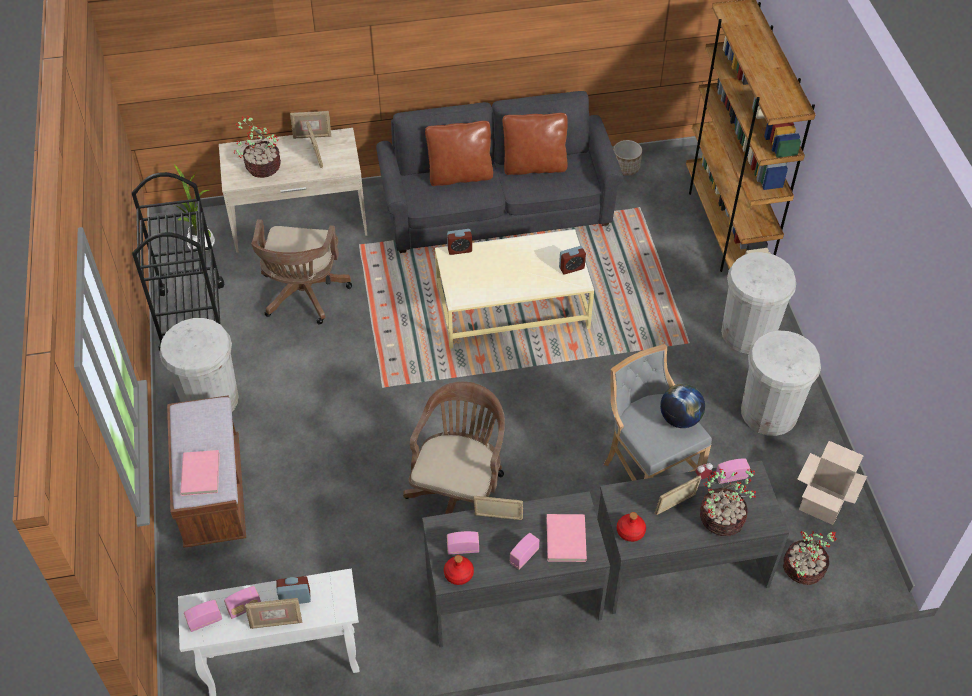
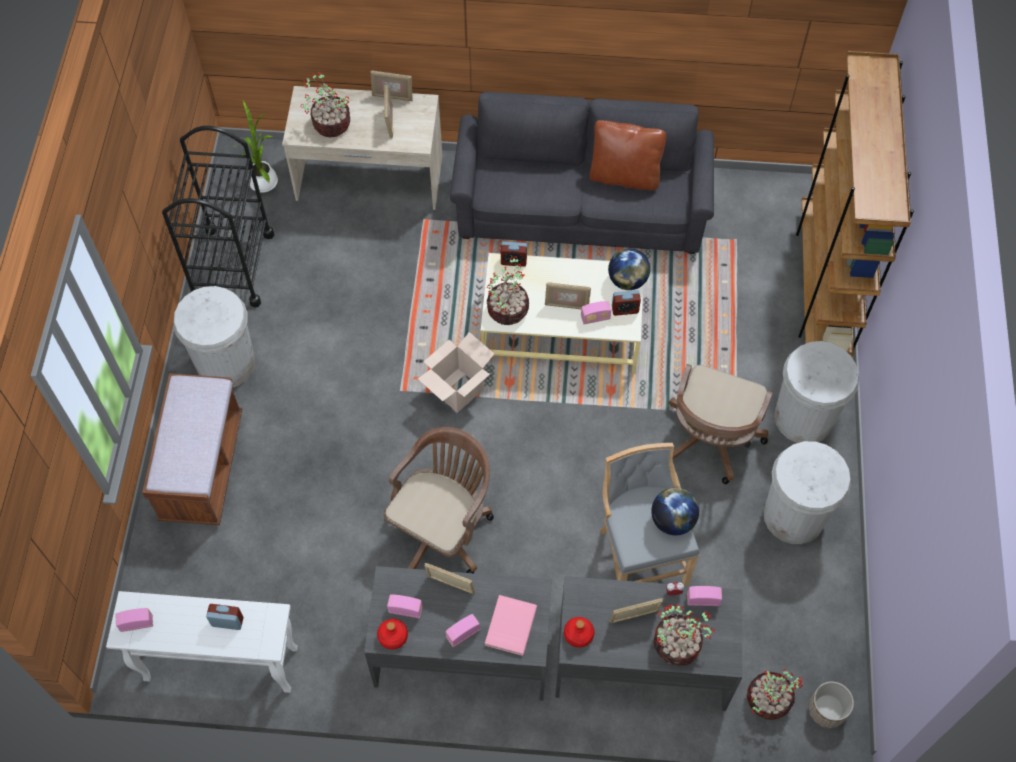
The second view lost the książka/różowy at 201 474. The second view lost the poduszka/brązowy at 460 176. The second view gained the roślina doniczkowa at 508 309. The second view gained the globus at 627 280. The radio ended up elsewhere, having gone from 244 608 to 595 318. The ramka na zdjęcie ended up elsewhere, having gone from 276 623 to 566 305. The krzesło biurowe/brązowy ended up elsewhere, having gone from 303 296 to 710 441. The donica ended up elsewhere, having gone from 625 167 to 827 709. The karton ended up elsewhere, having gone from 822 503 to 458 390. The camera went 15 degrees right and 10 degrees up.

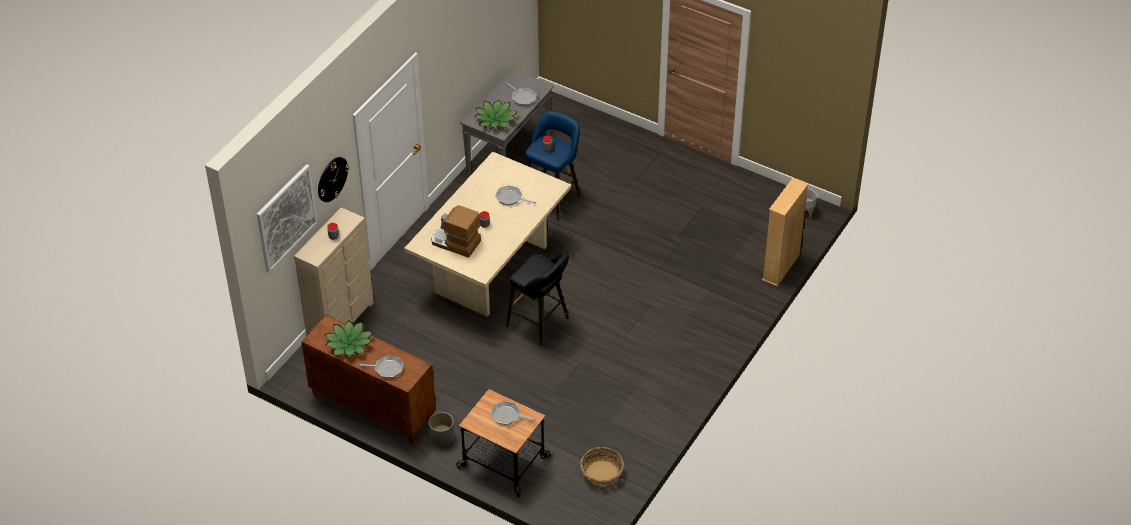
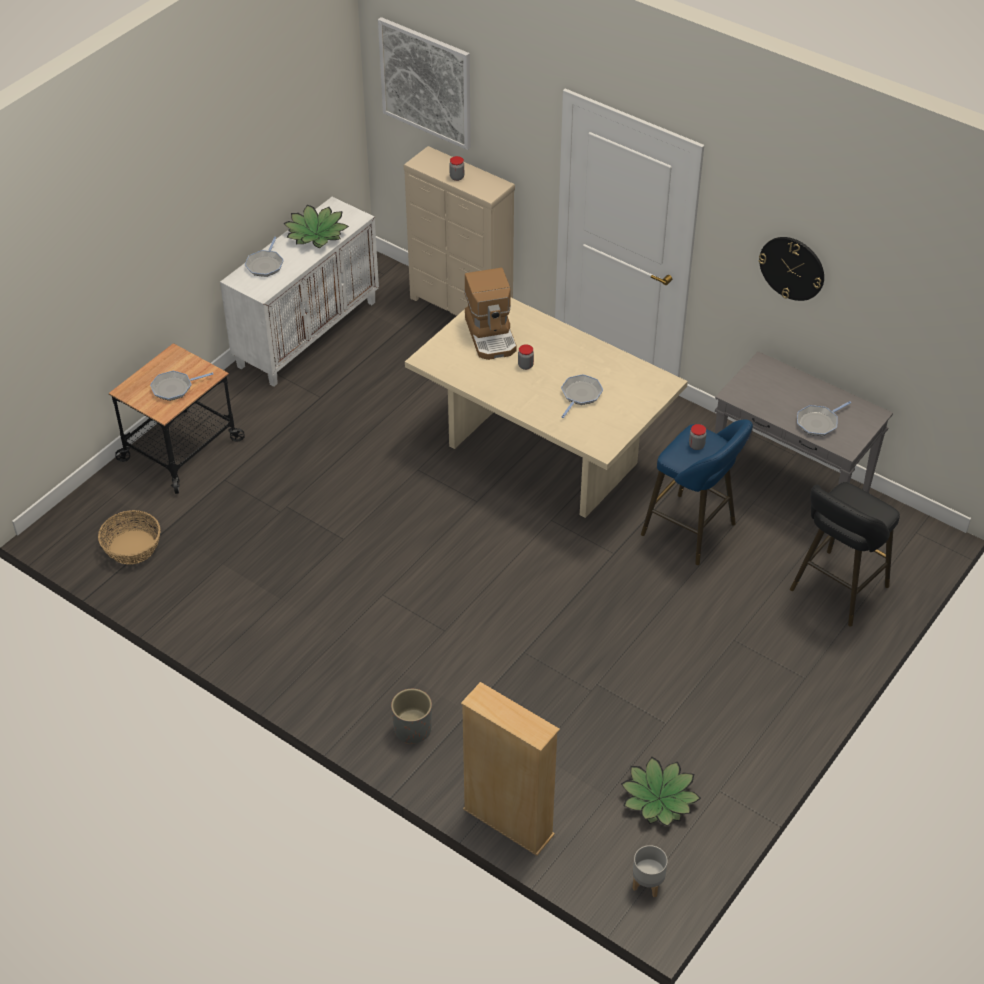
The zegar ścienny ended up elsewhere, having gone from 332 179 to 792 268. The donica/szary ended up elsewhere, having gone from 442 438 to 412 729. The roślina doniczkowa ended up elsewhere, having gone from 495 119 to 659 798. The stołek/czarny ended up elsewhere, having gone from 540 324 to 836 591. What was the szafka/brązowy at 371 407 turned into the szafka/biały at 307 333. The ekspres do kawy at 455 243 ended up facing another way, 135 degrees clockwise from before. The patelnia at 507 416 ended up facing another way, 135 degrees counterclockwise from before. The camera went 95 degrees right and 0 degrees up.

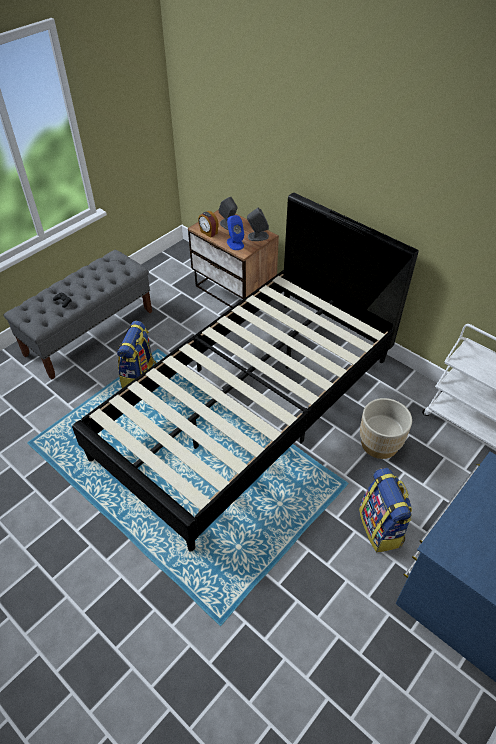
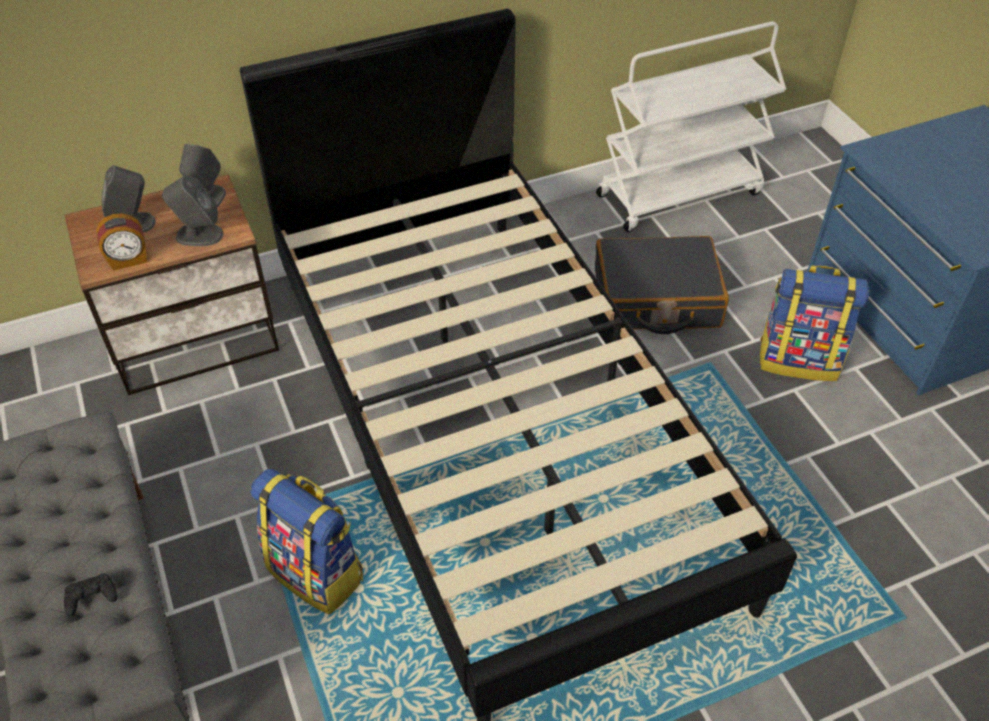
Where the donica/beżowy stood at 379 443, the walizka/czarny came to stand at 656 299. What was the głośnik/niebieski at 235 243 turned into the głośnik/szary at 198 235. The camera went 65 degrees left and 0 degrees up.

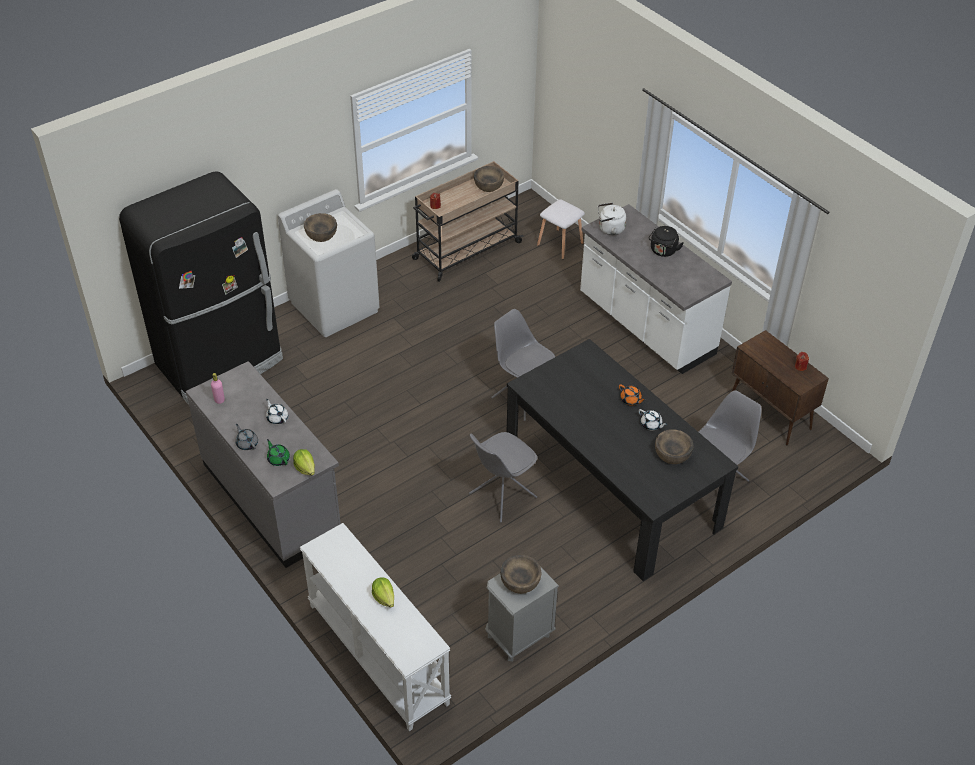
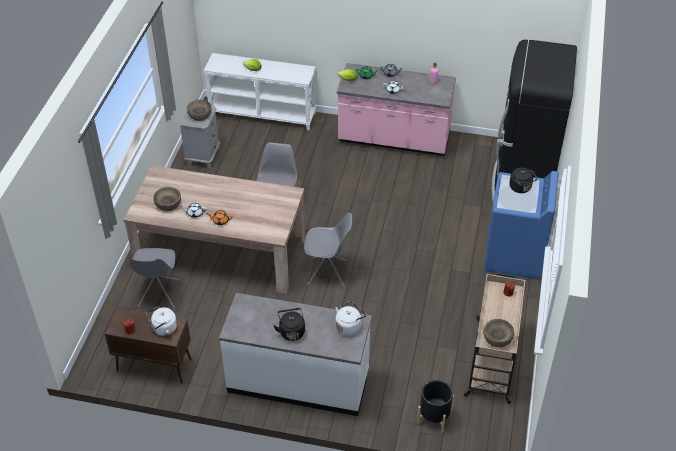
The second view gained the czajnik/biały at 163 329. Where the miska/brązowy stood at 321 234, the czajnik/czarny came to stand at 521 188. Where the stołek/biały stood at 561 244, the donica/czarny came to stand at 434 417. What was the zabudowa kuchenna/szary at 272 498 turned into the zabudowa kuchenna/różowy at 394 140. What was the pralka/biały at 335 306 turned into the pralka/niebieski at 514 256. What was the stół jadalny/czarny at 611 486 turned into the stół jadalny/beżowy at 221 252. The camera went 140 degrees right and 0 degrees up.

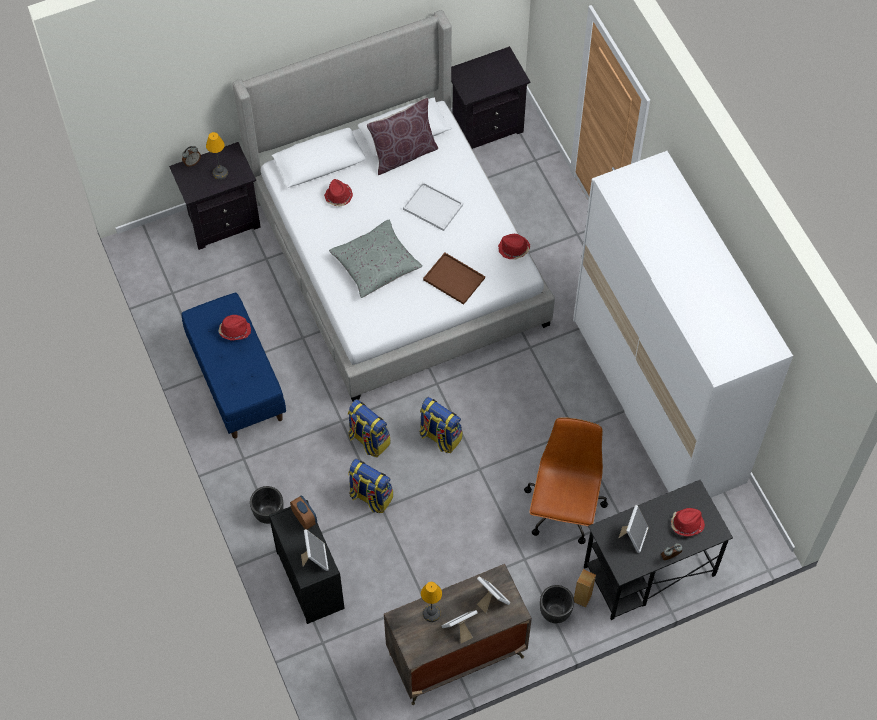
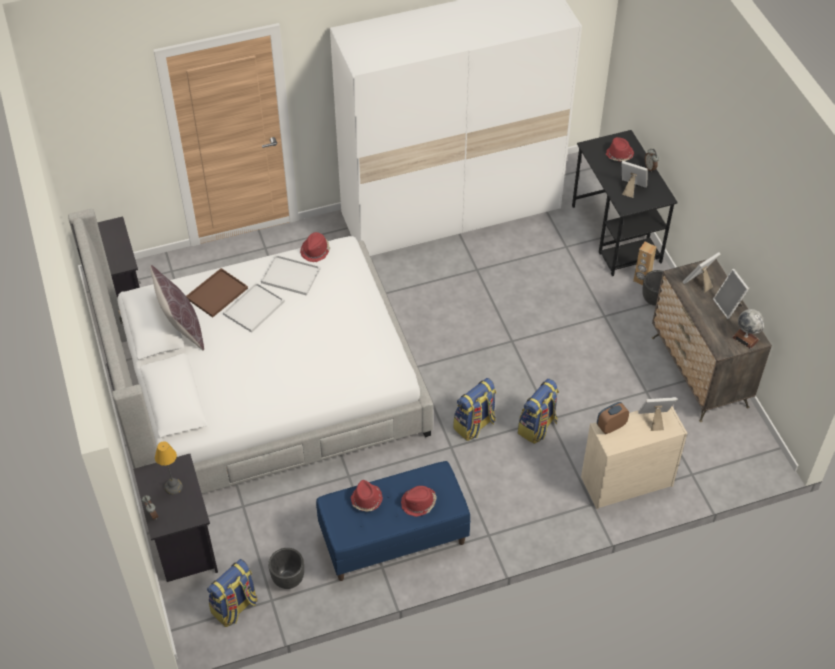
The second view lost the poduszka/szary at 375 265. The second view lost the lampa stołowa at 431 613. The second view lost the krzesło biurowe/brązowy at 564 509. The second view gained the taca/biały at 292 275. The second view gained the globus at 745 338. The donica/czarny ended up elsewhere, having gone from 268 513 to 288 579. The kapelusz/czerwony ended up elsewhere, having gone from 338 197 to 418 503. The plecak ended up elsewhere, having gone from 439 436 to 235 607. The taca/brązowy ended up elsewhere, having gone from 452 279 to 216 294. What was the komoda/czarny at 309 579 turned into the komoda/beżowy at 625 482. The camera went 85 degrees left and 10 degrees down.

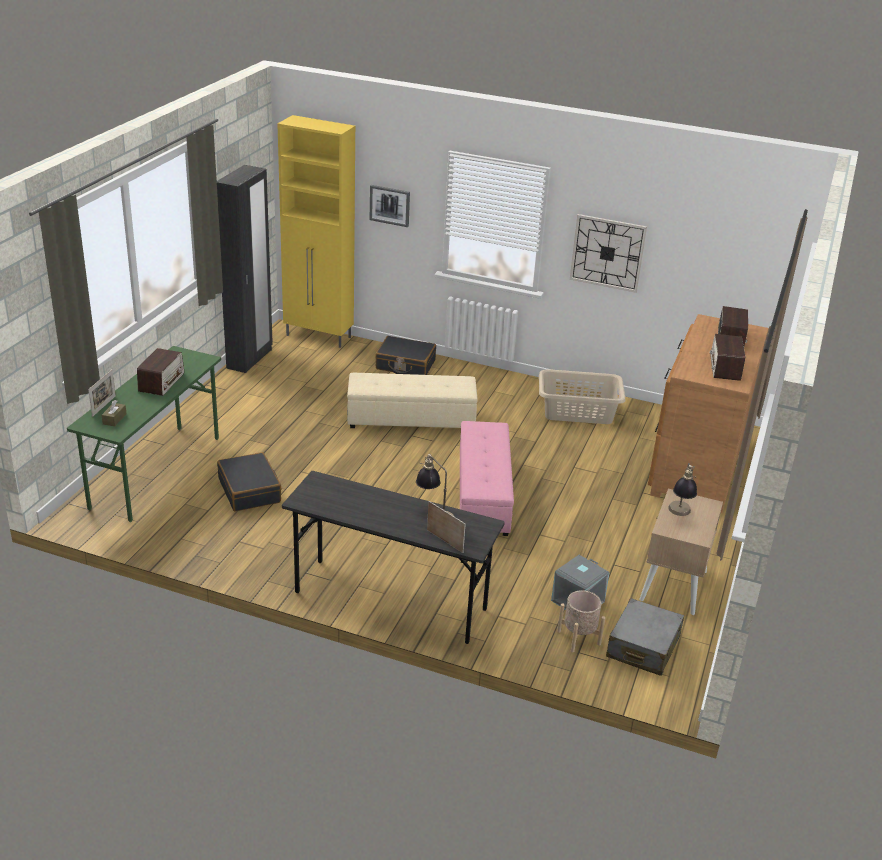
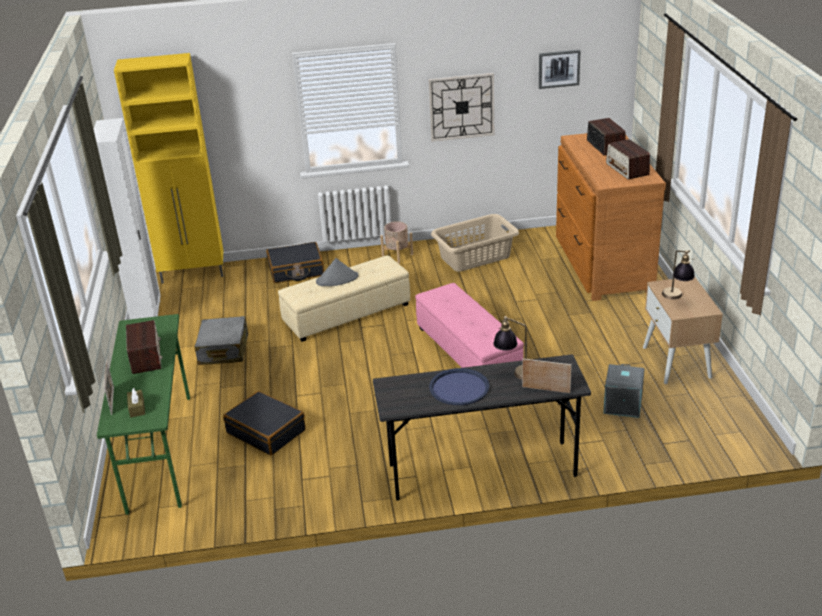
The second view gained the kapelusz/szary at 337 279. The second view gained the taca/niebieski at 459 388. The obraz ended up elsewhere, having gone from 390 205 to 559 68. The donica/beżowy ended up elsewhere, having gone from 578 637 to 397 255. The walizka/szary ended up elsewhere, having gone from 643 647 to 223 350. What was the szafa/czarny at 250 359 turned into the szafa/biały at 148 316. The camera went 25 degrees left and 0 degrees up.

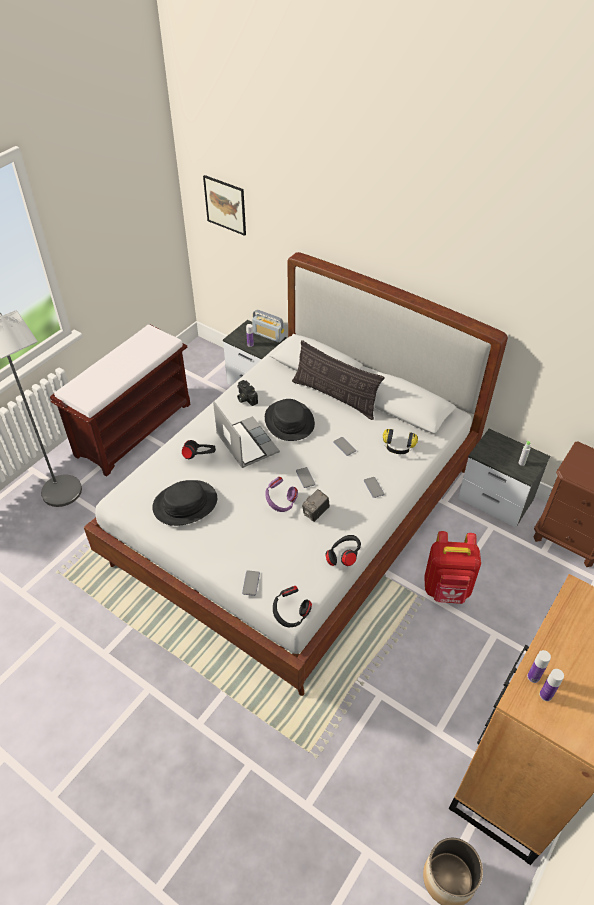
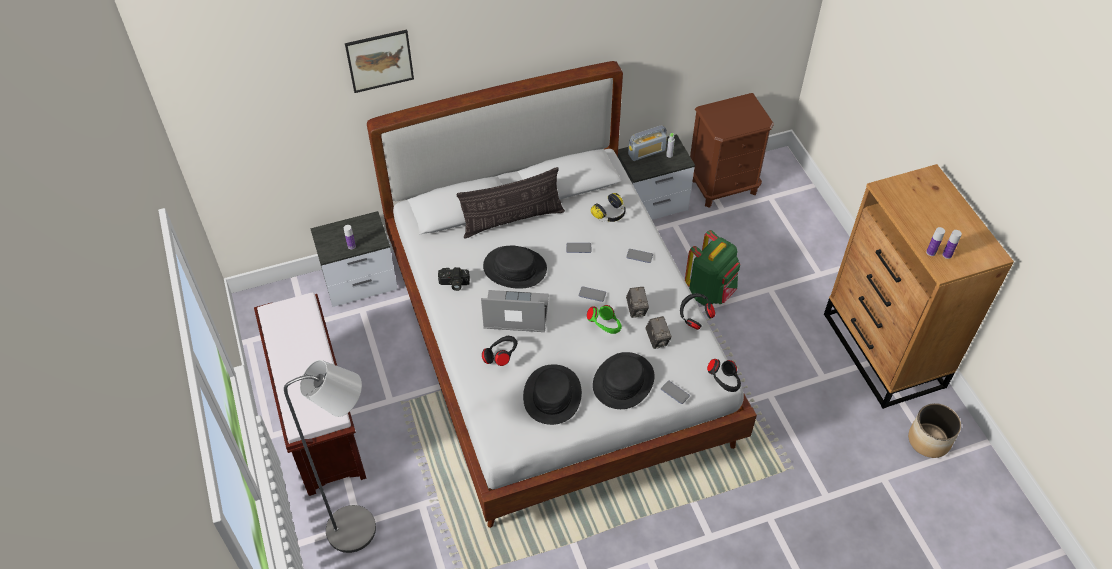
The second view gained the kapelusz/czarny at 623 381. The second view gained the aparat fotograficzny at 657 339. The obraz ended up elsewhere, having gone from 225 205 to 379 60. The radio ended up elsewhere, having gone from 268 335 to 646 152. What was the słuchawki/fioletowy at 280 503 turned into the słuchawki/zielony at 605 327. What was the plecak/czerwony at 447 589 turned into the plecak/zielony at 710 292. The camera went 55 degrees left and 5 degrees up.

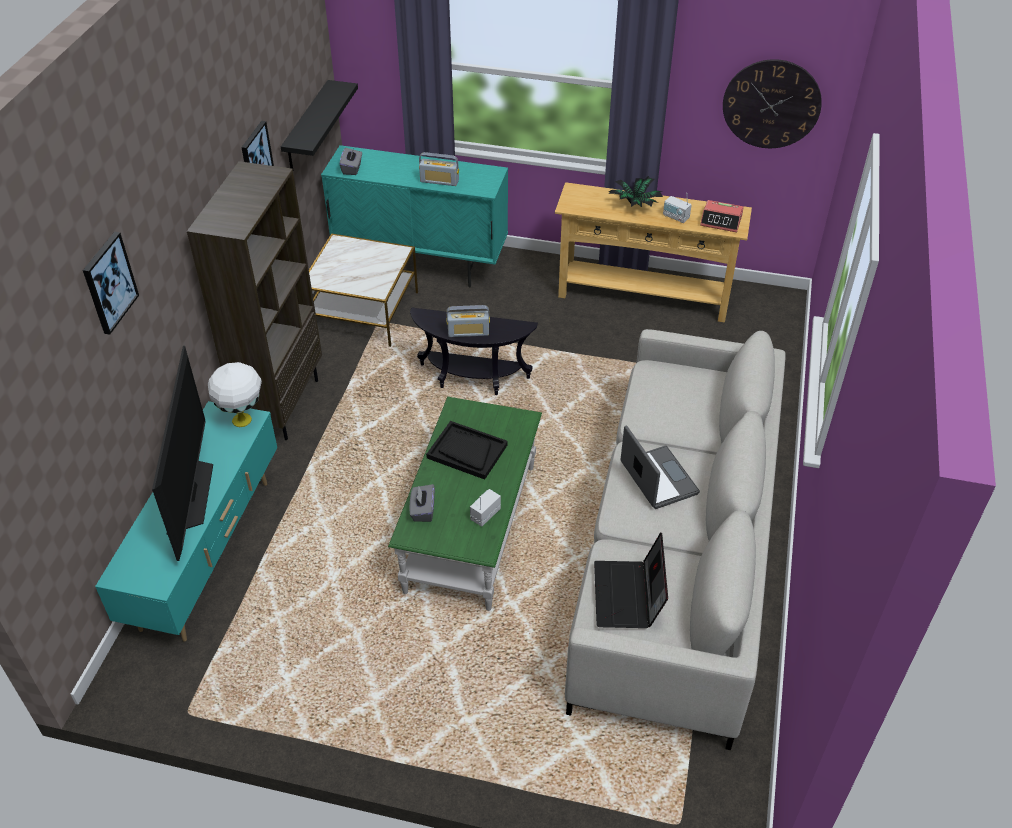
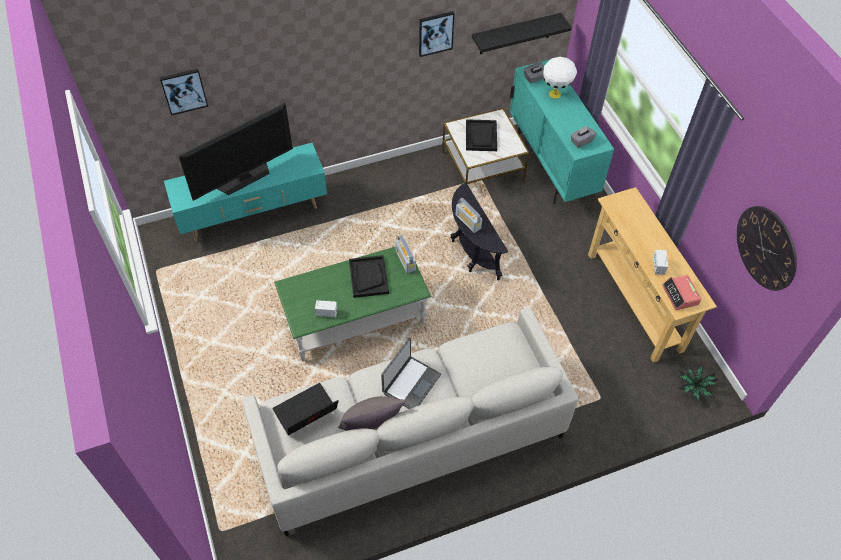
The second view lost the regał/brązowy at 282 405. The second view gained the poduszka/szary at 372 427. The second view gained the taca/czarny at 481 136. The obraz ended up elsewhere, having gone from 109 282 to 184 91. The lampa stołowa/biały ended up elsewhere, having gone from 243 420 to 555 94. The pudełko chusteczek/szary ended up elsewhere, having gone from 423 510 to 581 141. The radio ended up elsewhere, having gone from 439 181 to 405 260. The roślina doniczkowa ended up elsewhere, having gone from 634 204 to 693 388. The camera went 55 degrees right and 10 degrees up.

